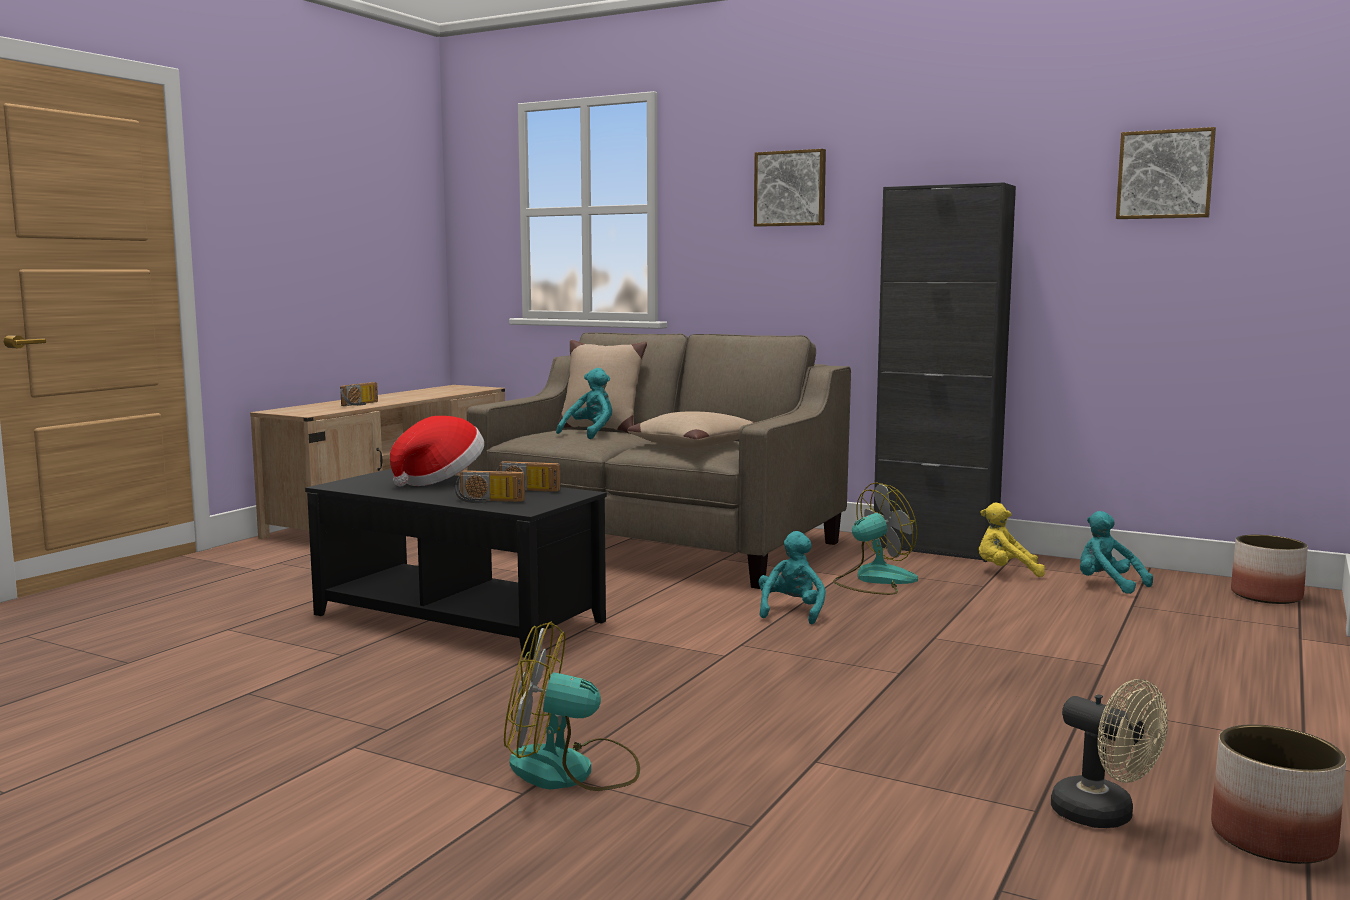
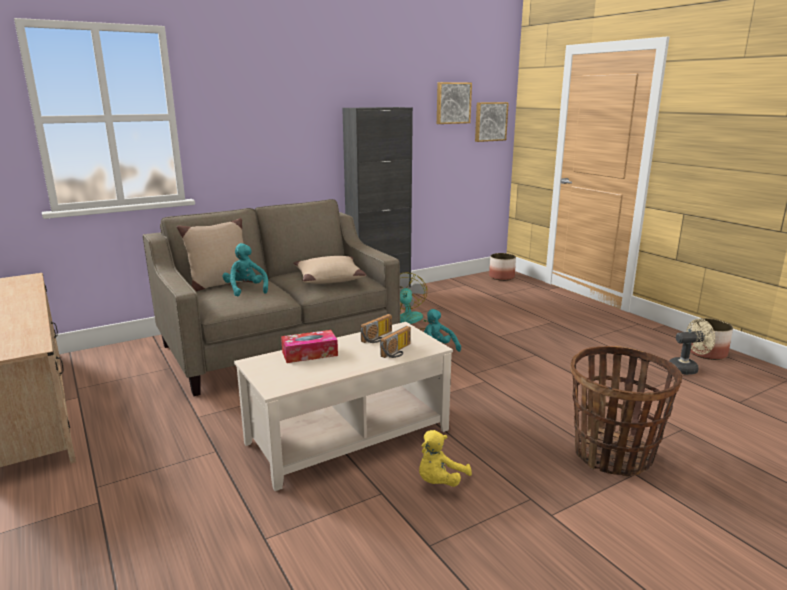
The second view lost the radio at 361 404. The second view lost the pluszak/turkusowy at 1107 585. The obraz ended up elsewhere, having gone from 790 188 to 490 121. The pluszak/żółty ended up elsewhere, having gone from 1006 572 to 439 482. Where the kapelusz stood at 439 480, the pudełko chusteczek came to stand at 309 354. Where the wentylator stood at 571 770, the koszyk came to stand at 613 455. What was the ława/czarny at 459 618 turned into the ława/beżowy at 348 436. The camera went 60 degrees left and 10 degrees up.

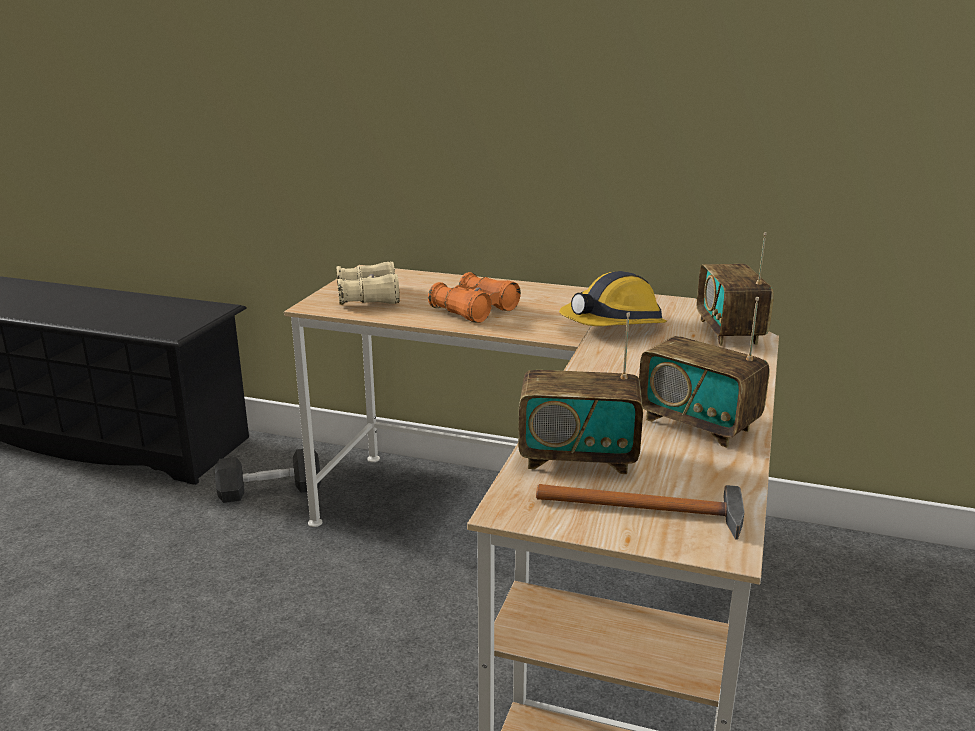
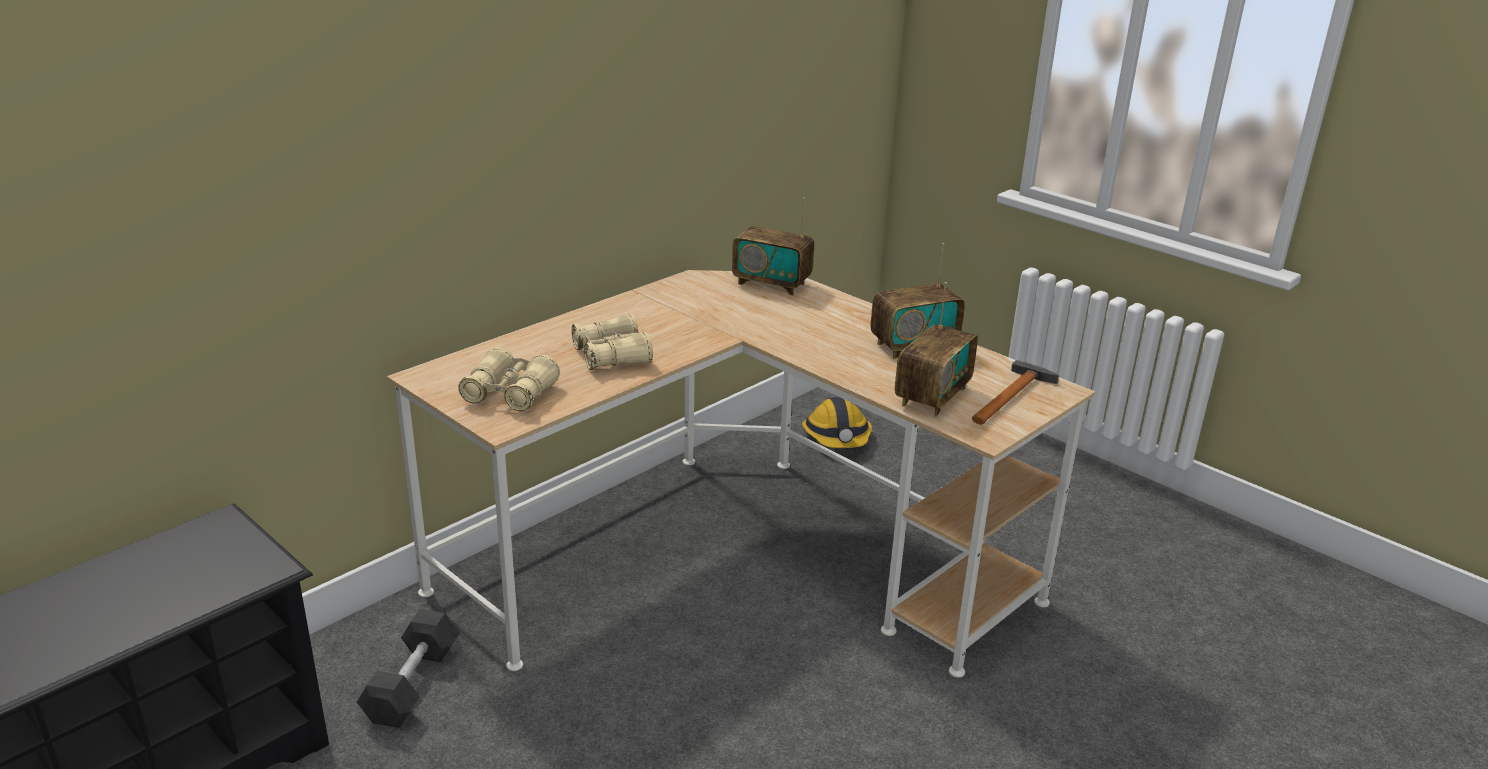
The kask ended up elsewhere, having gone from 613 325 to 837 437. What was the lornetka/pomarańczowy at 474 310 turned into the lornetka/beżowy at 612 356. The camera went 65 degrees left and 5 degrees up.

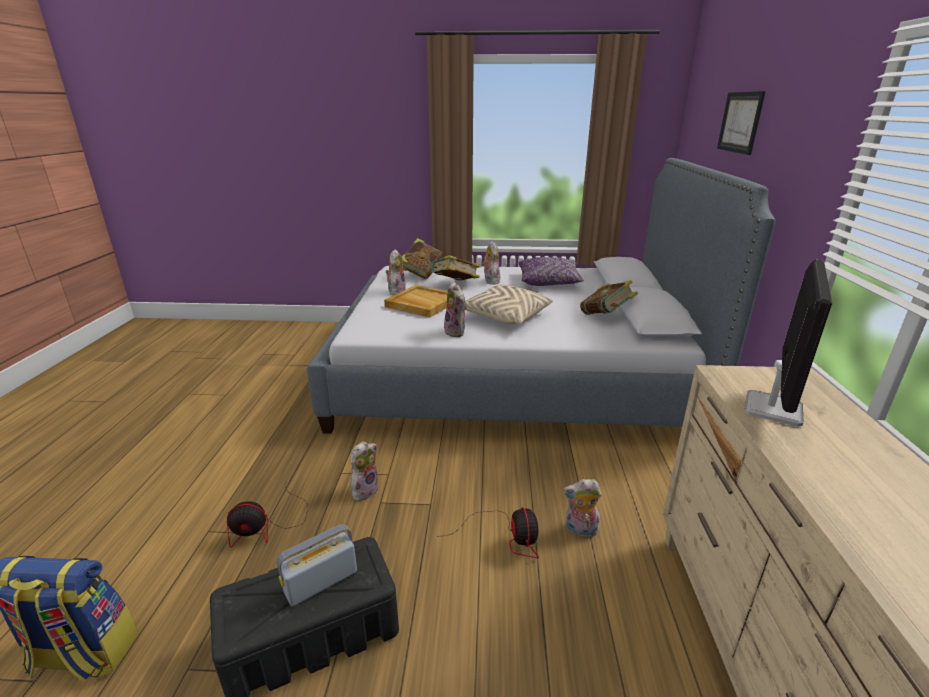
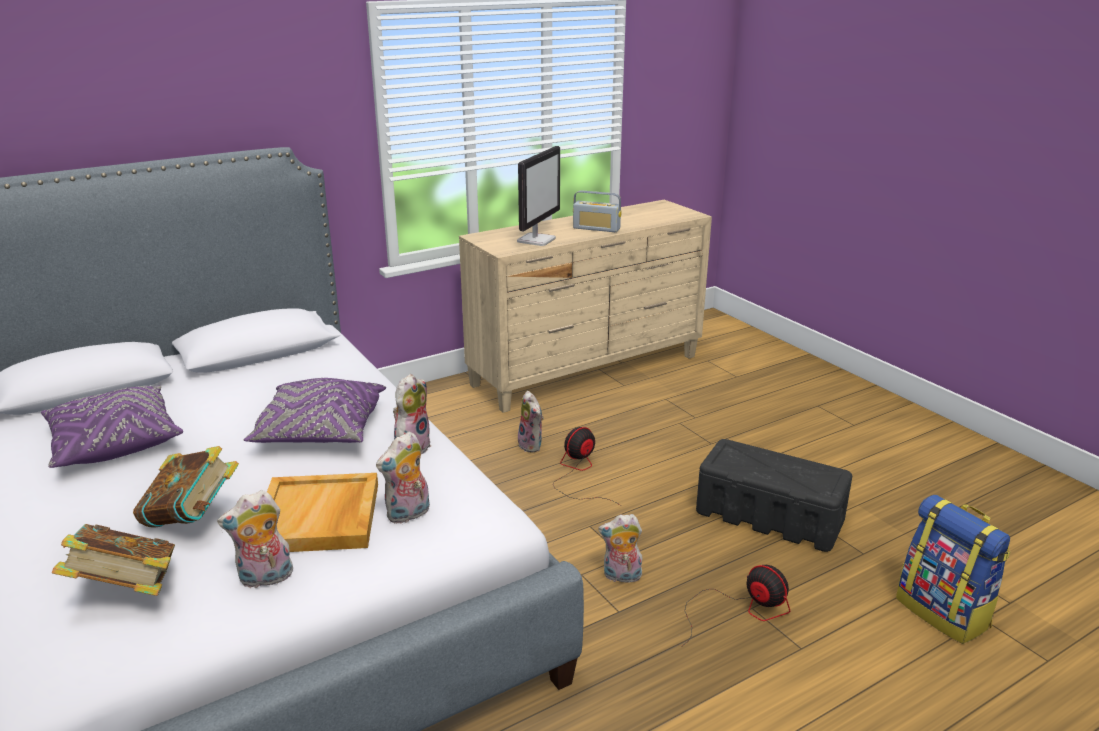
The second view lost the książka at 605 316. The second view lost the obraz at 740 122. The radio ended up elsewhere, having gone from 321 581 to 596 228. The pluszak ended up elsewhere, having gone from 490 281 to 408 515. What was the poduszka/beżowy at 505 316 turned into the poduszka/fioletowy at 321 432. The monitor at 772 408 ended up facing another way, 120 degrees clockwise from before. The camera went 125 degrees left and 0 degrees up.

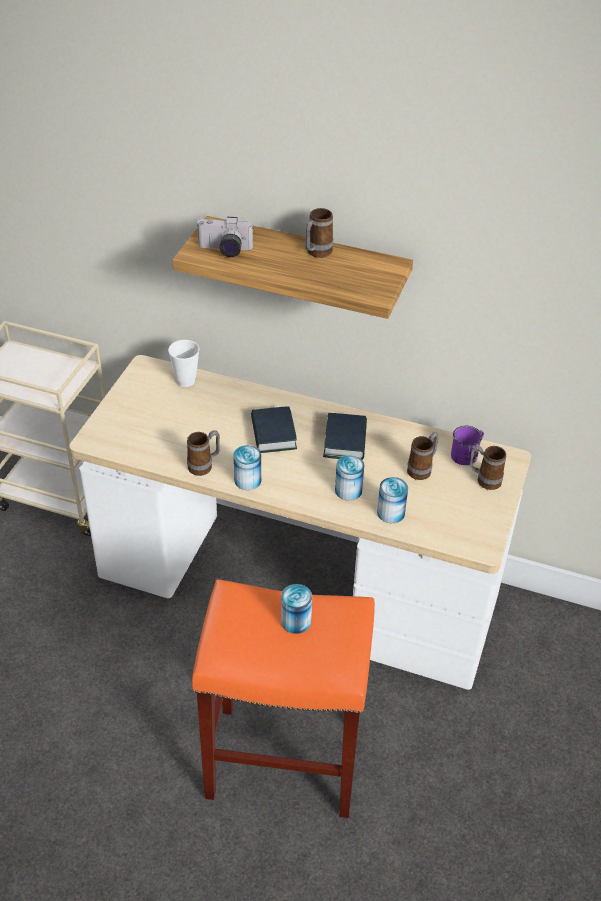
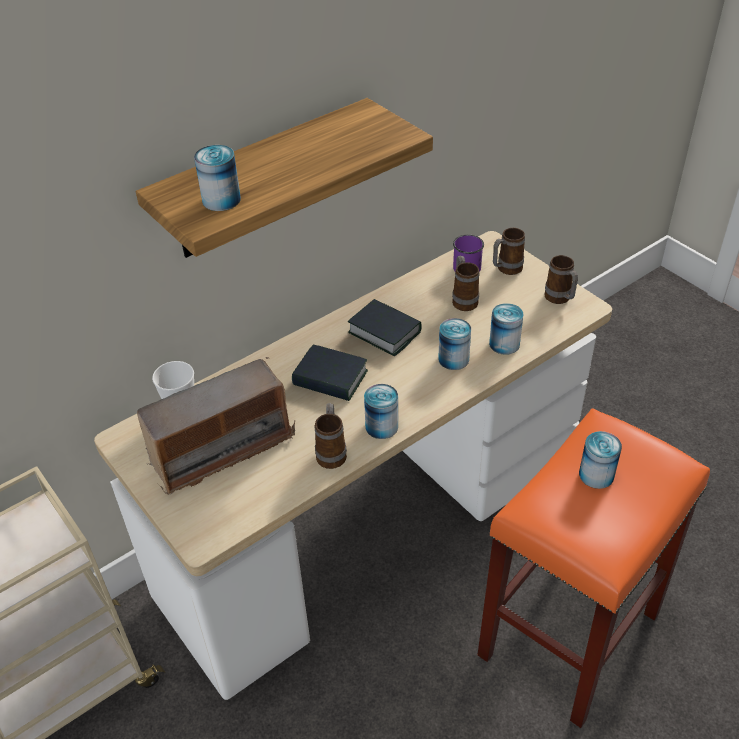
The second view gained the radio at 222 449. The kubek ended up elsewhere, having gone from 316 253 to 560 300. Where the aparat fotograficzny stood at 224 250, the puszka came to stand at 221 200. The camera went 55 degrees left and 0 degrees up.

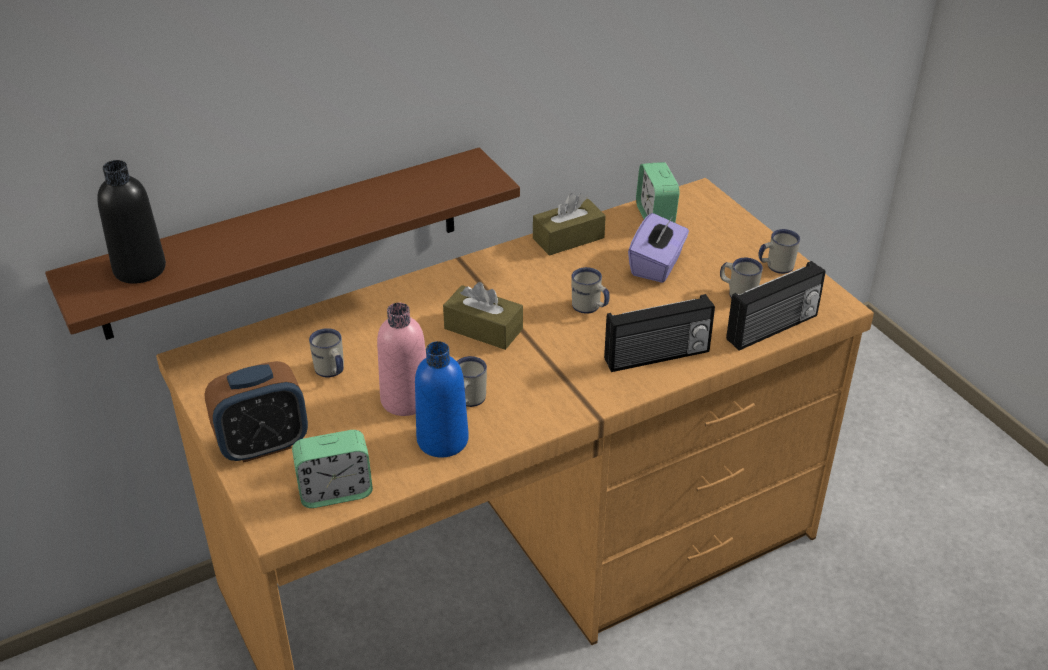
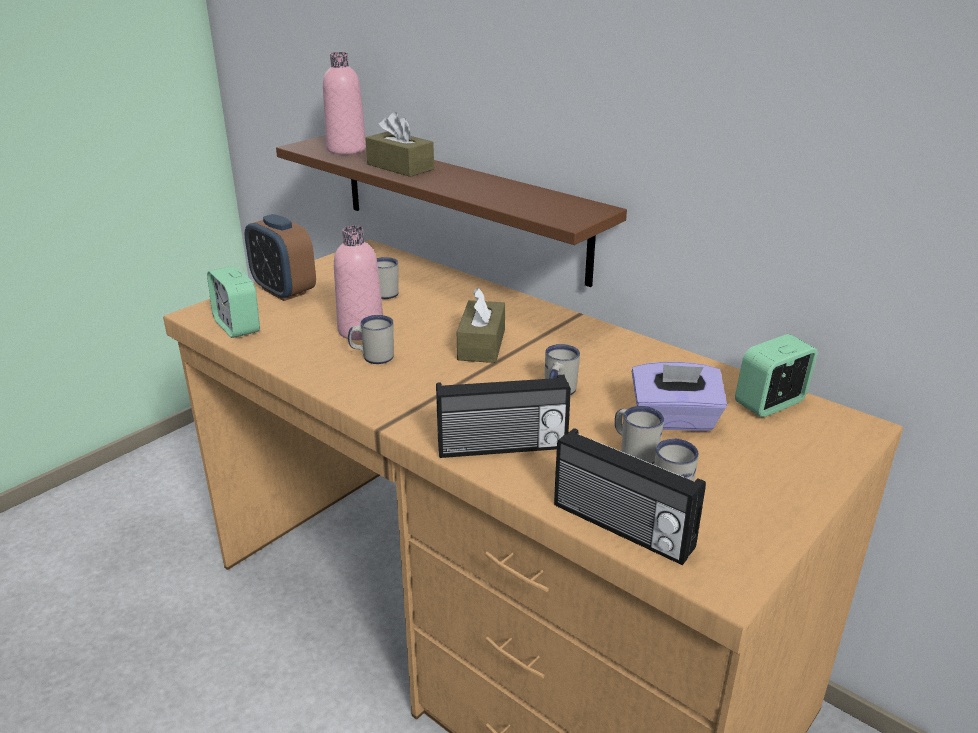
The second view lost the butelka/niebieski at 442 440. The pudełko chusteczek/brązowy ended up elsewhere, having gone from 568 238 to 400 167. The kubek/biały ended up elsewhere, having gone from 775 267 to 634 452. What was the butelka/czarny at 139 269 turned into the butelka/różowy at 346 149. The radio at 657 357 ended up facing another way, 60 degrees counterclockwise from before. The camera went 70 degrees right and 10 degrees down.

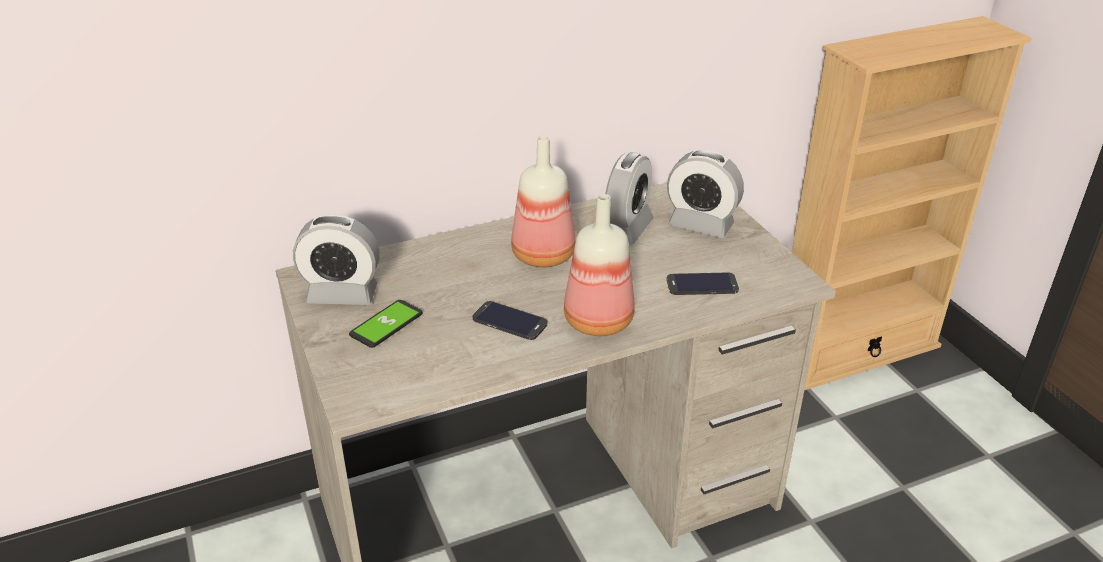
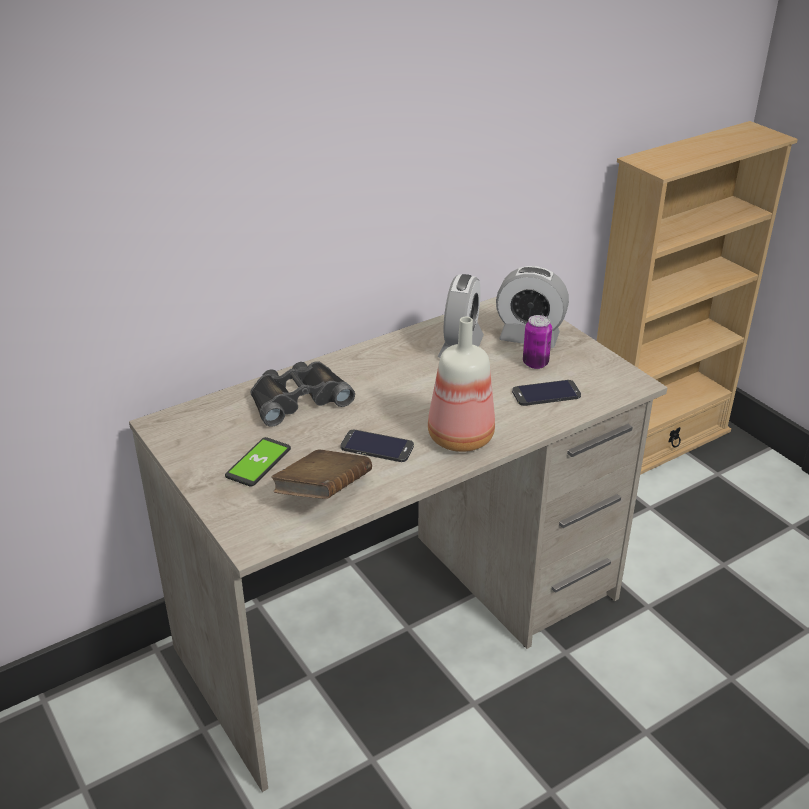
The second view lost the budzik at 342 294. The second view lost the butelka at 541 255. The second view gained the lornetka/czarny at 298 399. The second view gained the książka/brązowy at 323 493. The second view gained the puszka at 535 363. The camera went 10 degrees left and 0 degrees up.

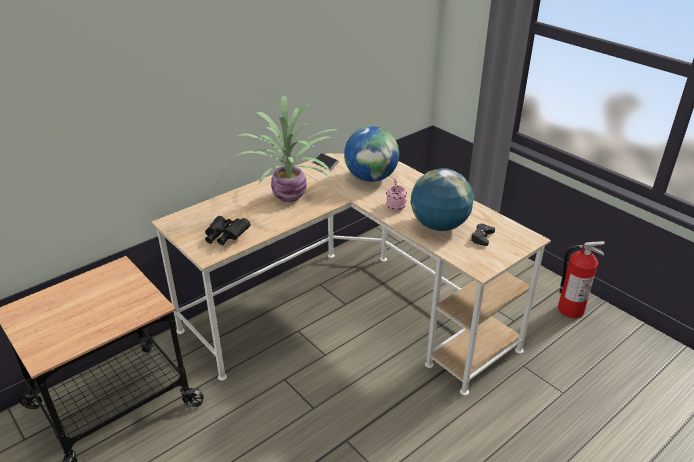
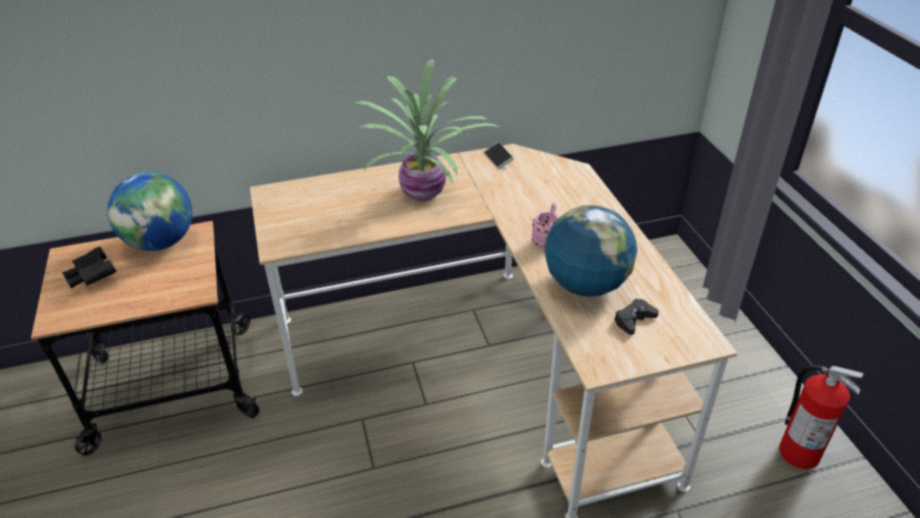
The lornetka/czarny ended up elsewhere, having gone from 225 237 to 92 277. The globus ended up elsewhere, having gone from 371 178 to 161 242. The camera went 25 degrees right and 5 degrees up.

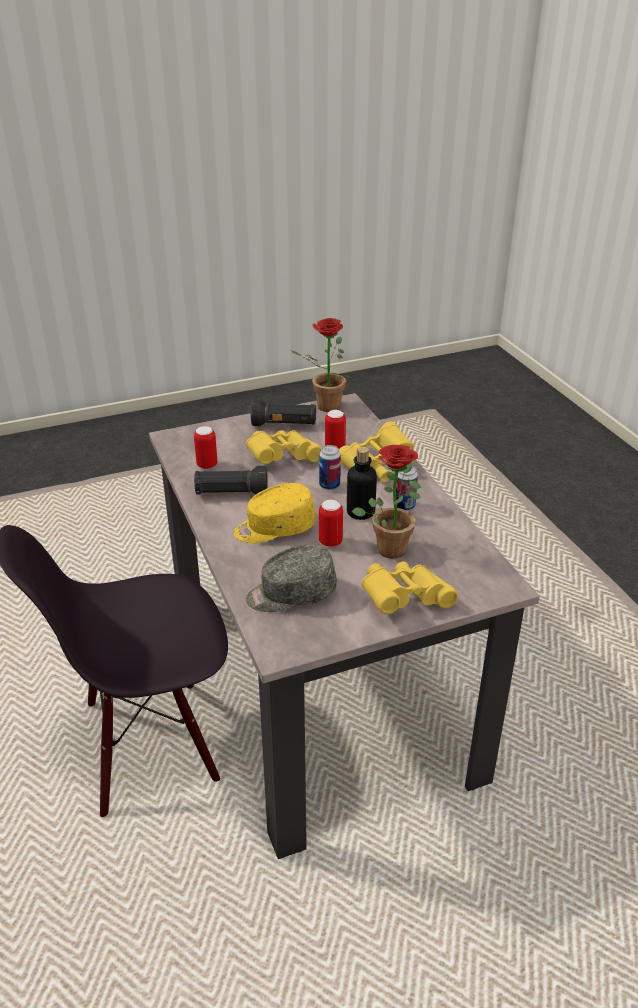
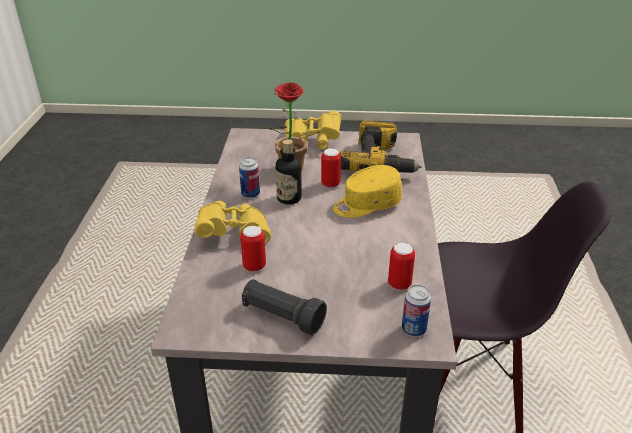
The second view lost the latarka/czarny at 231 494. The second view lost the lornetka/żółty at 281 458. The second view lost the roślina doniczkowa at 323 407. The puszka ended up elsewhere, having gone from 329 485 to 413 329. Where the czapka z daszkiem/szary stood at 291 594, the wiertarka came to stand at 380 161. The czapka z daszkiem/żółty at 274 528 ended up facing another way, 150 degrees clockwise from before. The camera went 155 degrees left and 0 degrees up.

